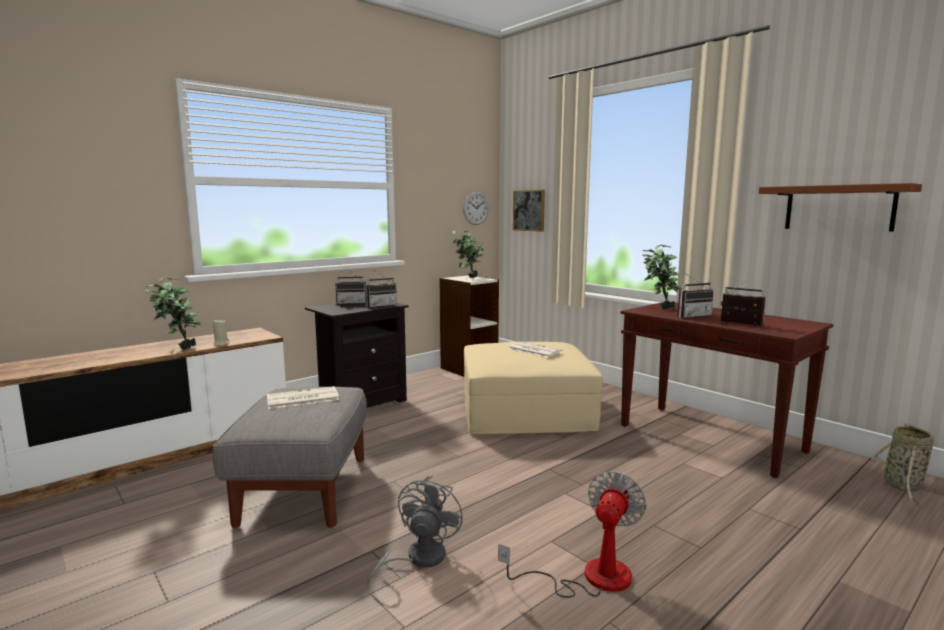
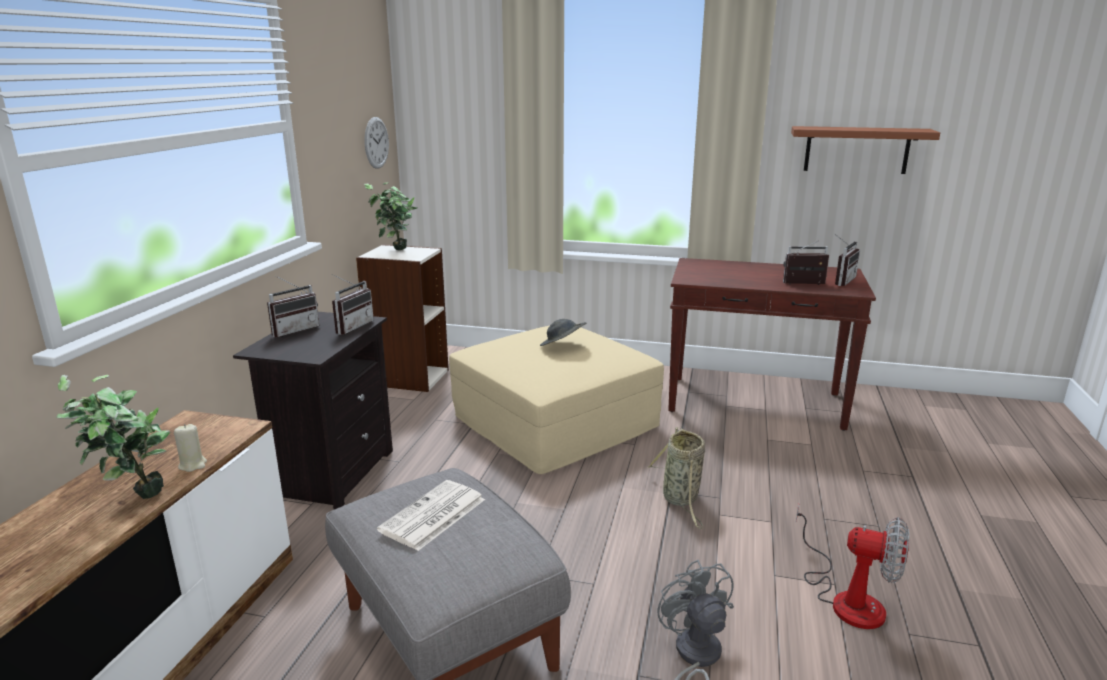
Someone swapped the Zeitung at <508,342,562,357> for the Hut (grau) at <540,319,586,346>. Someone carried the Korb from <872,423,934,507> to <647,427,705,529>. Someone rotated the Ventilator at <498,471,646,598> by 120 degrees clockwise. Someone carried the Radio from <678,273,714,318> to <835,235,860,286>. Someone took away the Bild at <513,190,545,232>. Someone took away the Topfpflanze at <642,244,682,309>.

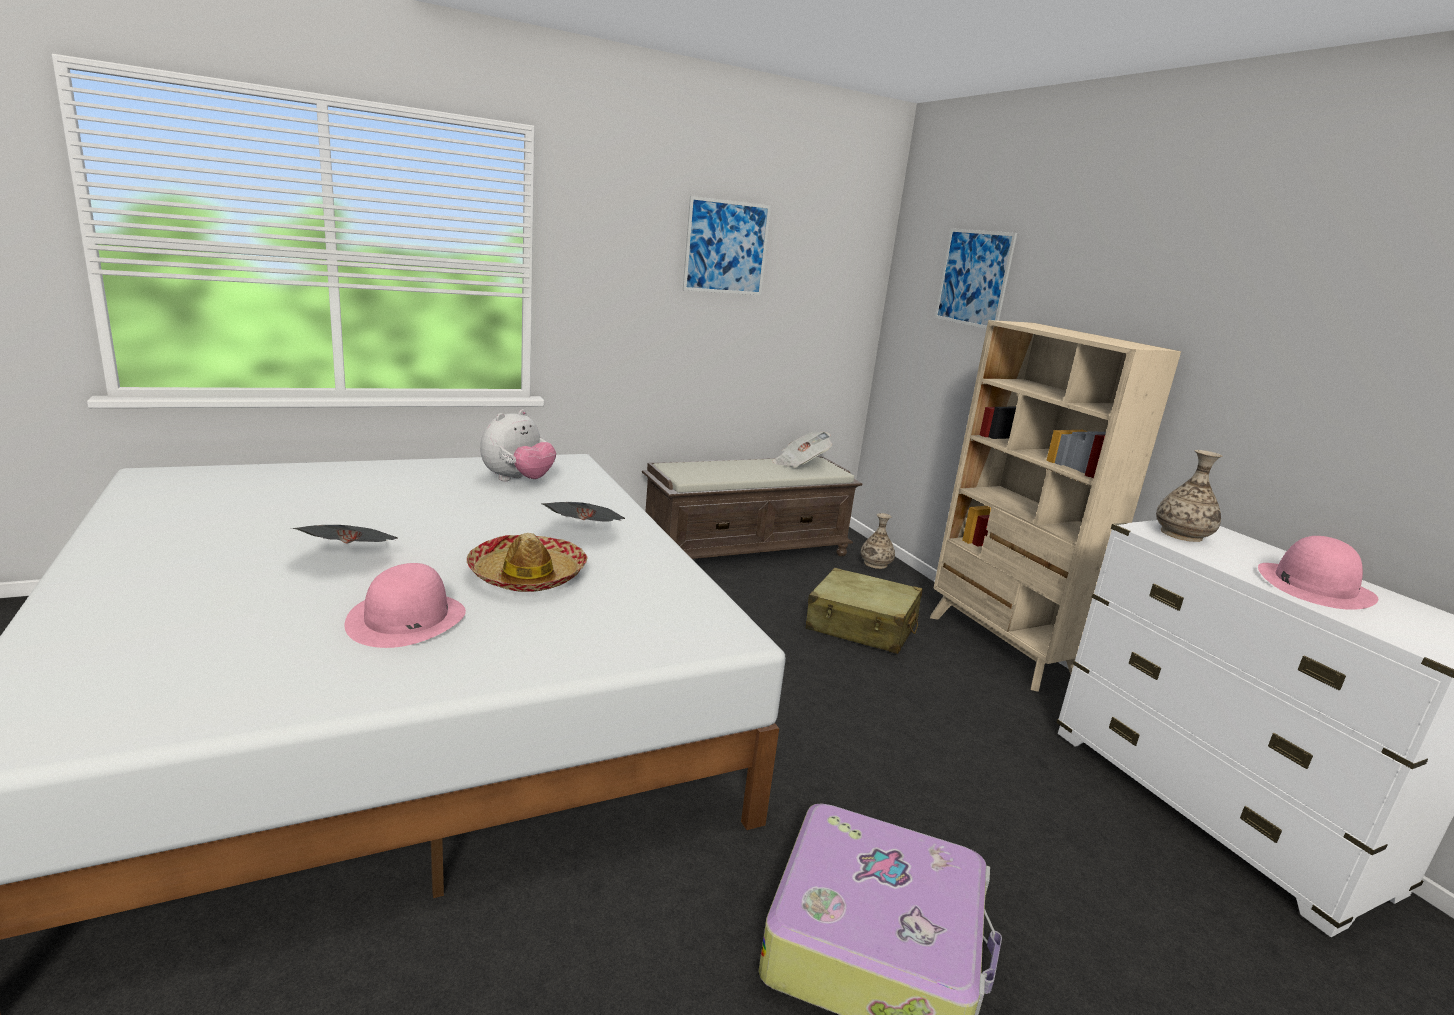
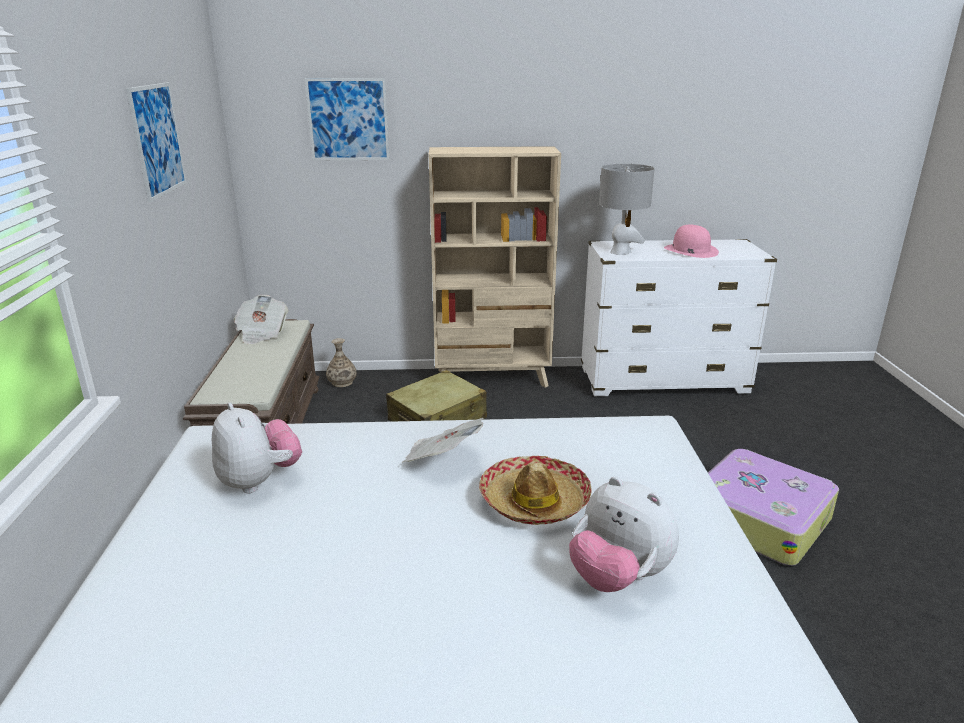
Someone swapped the Hut (rosa) at <345,563,466,648> for the Plüschtier at <569,477,679,592>. Someone swapped the Vase at <1156,450,1222,542> for the Tischlampe (grau) at <599,163,655,255>. Someone took away the Zeitung at <292,525,398,544>.

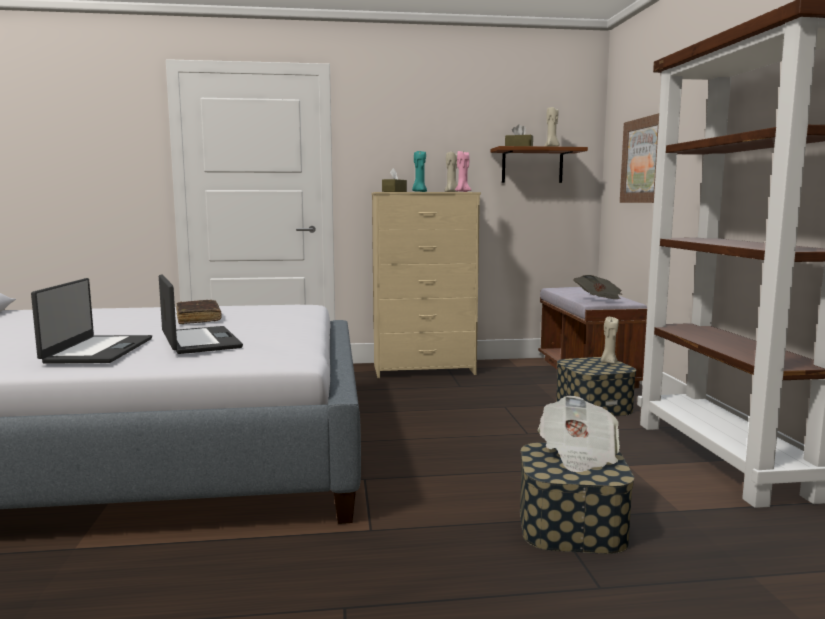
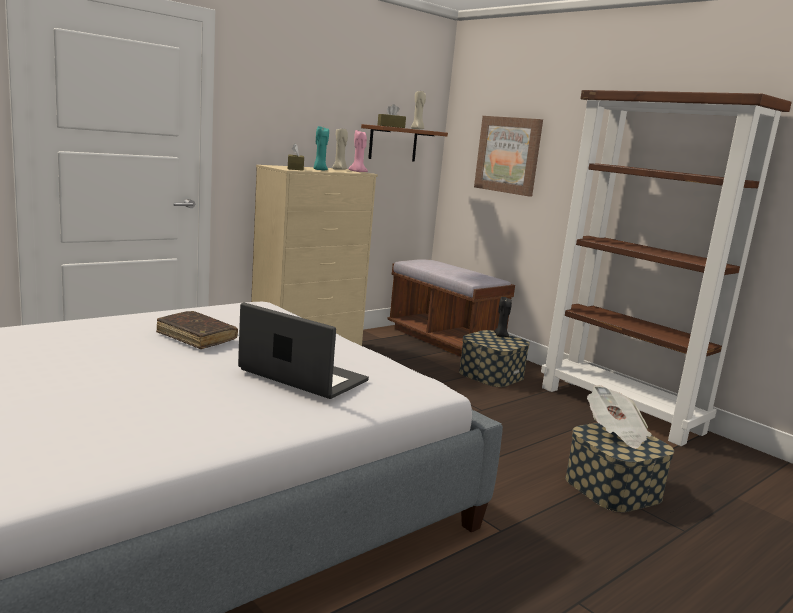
Someone repainted the Kerze (beige) at <601,317,619,364>, which became the Kerze (schwarz) at <494,297,512,337>. Someone took away the Laptop at <31,278,152,364>. Someone took away the Zeitung at <573,275,622,299>.

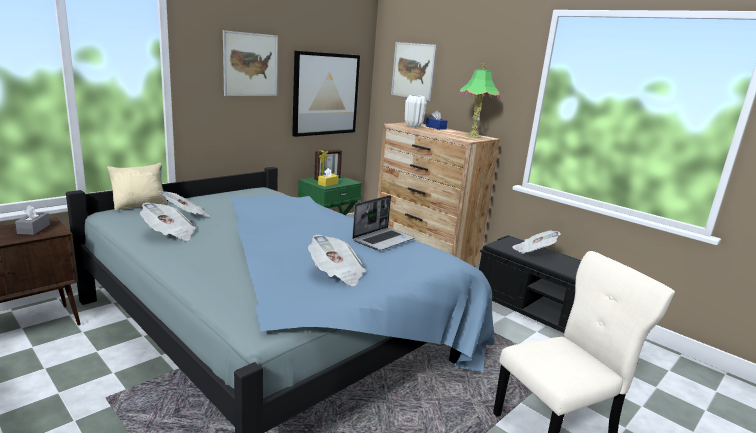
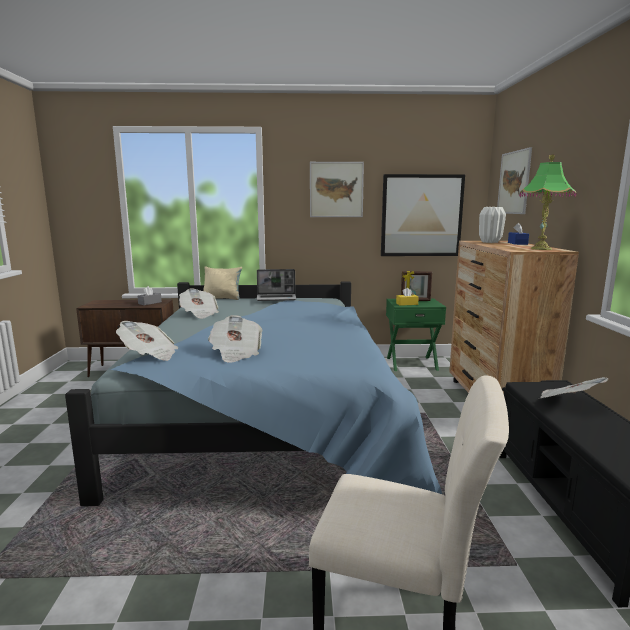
Someone carried the Zeitung from <159,191,211,217> to <116,321,178,361>. Someone carried the Laptop from <352,195,415,251> to <256,269,296,301>.

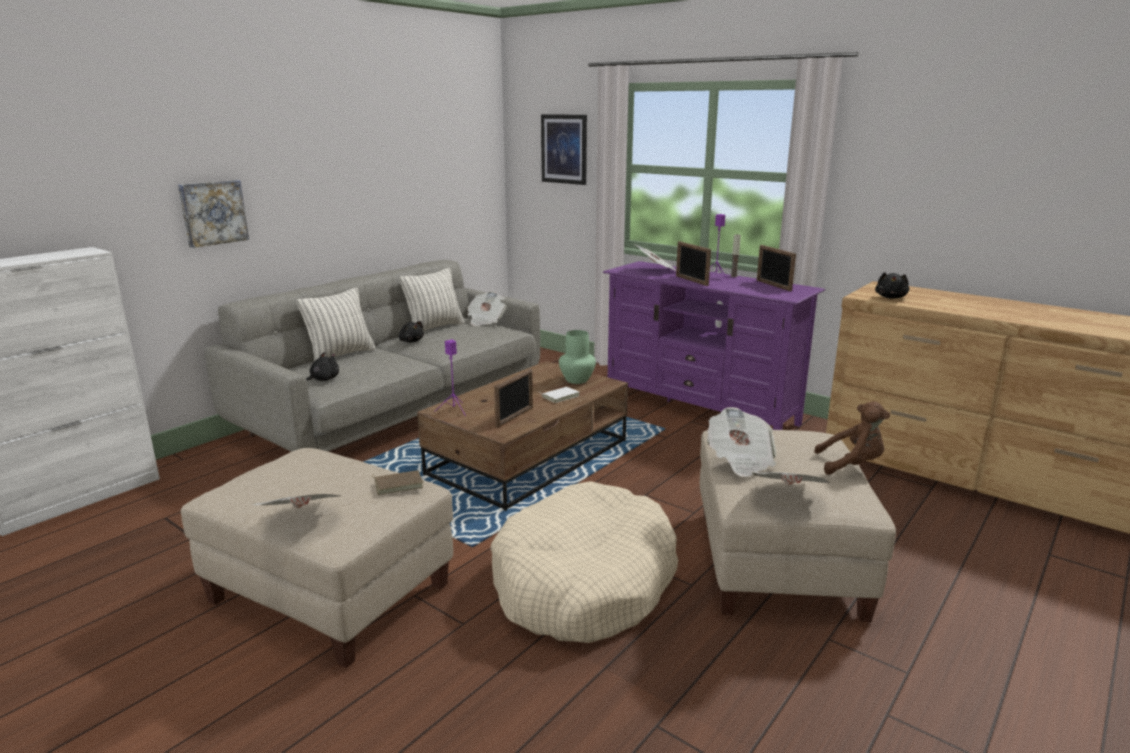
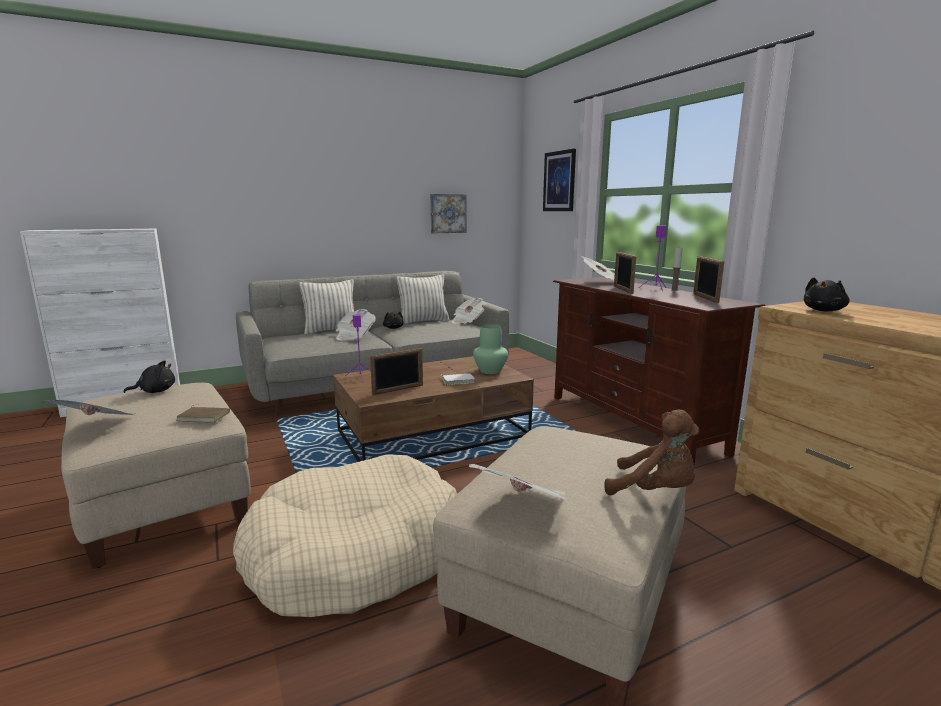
Someone carried the Plüschtier (schwarz) from <306,352,339,381> to <123,360,175,393>. Someone carried the Zeitung from <707,407,776,477> to <336,309,376,341>. Someone carried the Bild from <178,180,249,248> to <430,194,466,233>. Someone repainted the Fernsehschrank (lila) at <603,261,825,430>, which became the Fernsehschrank (braun) at <553,277,765,465>.

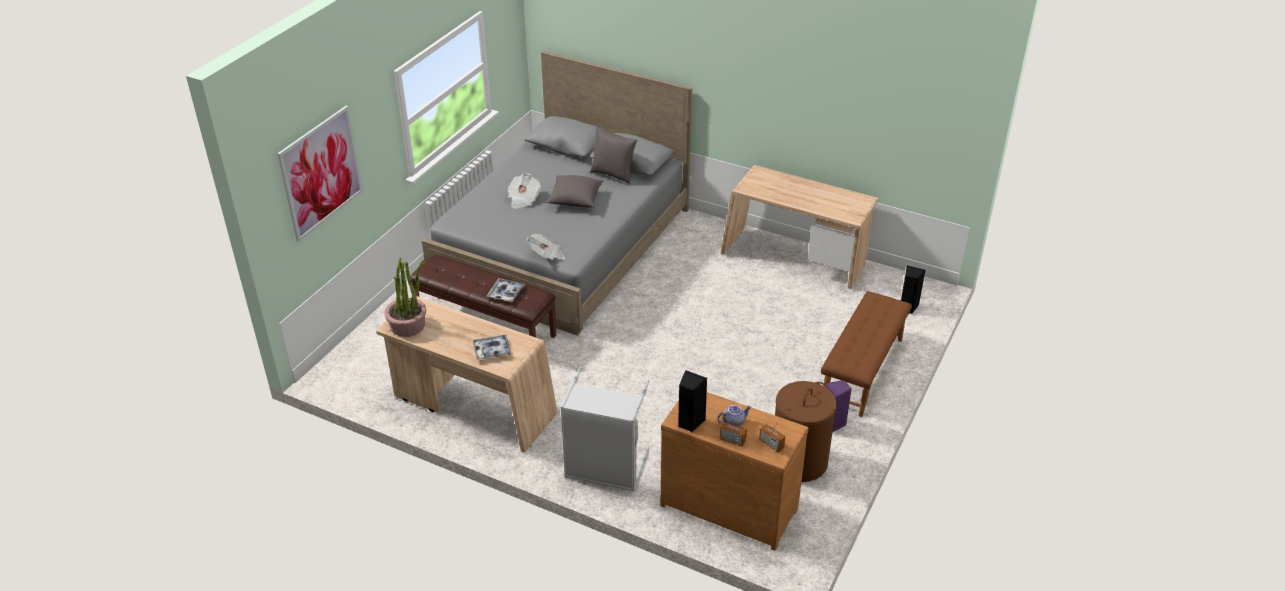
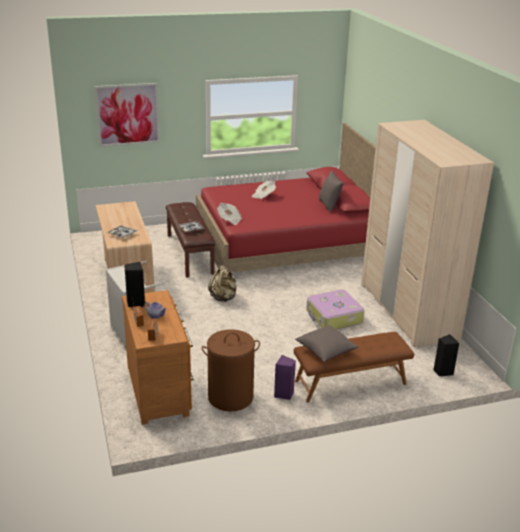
Someone repainted the Bett (grau) at <422,51,692,336>, which became the Bett (rot) at <196,123,376,273>. Someone put down the Rucksack (beige) at <208,265,237,302>. Someone carried the Kissen (grau) from <546,175,603,208> to <295,325,358,362>. Someone put down the Koffer at <306,290,365,329>. Someone swapped the Schreibtisch (beige) at <720,165,879,289> for the Kleiderschrank (beige) at <361,120,494,347>. Someone took away the Topfpflanze at <384,257,426,337>.

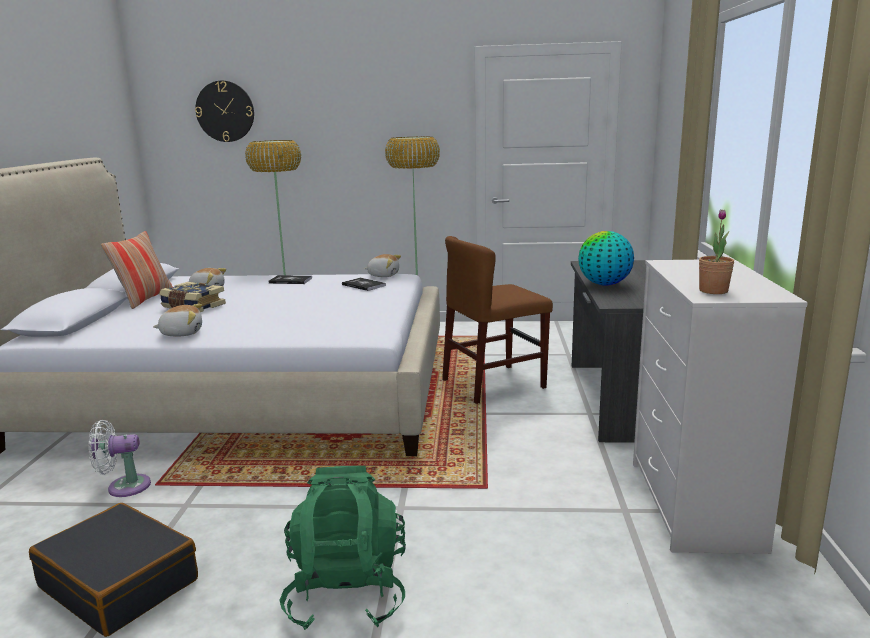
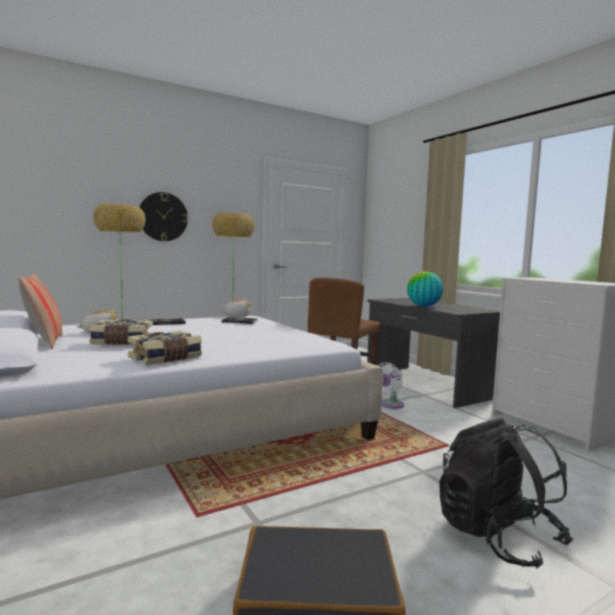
Someone swapped the Plüschtier at <153,304,202,336> for the Buch at <128,331,202,365>. Someone carried the Wanduhr from <195,81,254,142> to <140,192,188,241>. Someone carried the Ventilator (weiß) from <88,420,151,497> to <378,363,404,409>. Someone repainted the Rucksack (grün) at <279,466,406,630>, which became the Rucksack (schwarz) at <439,418,573,569>. Someone took away the Topfpflanze at <699,210,734,294>.

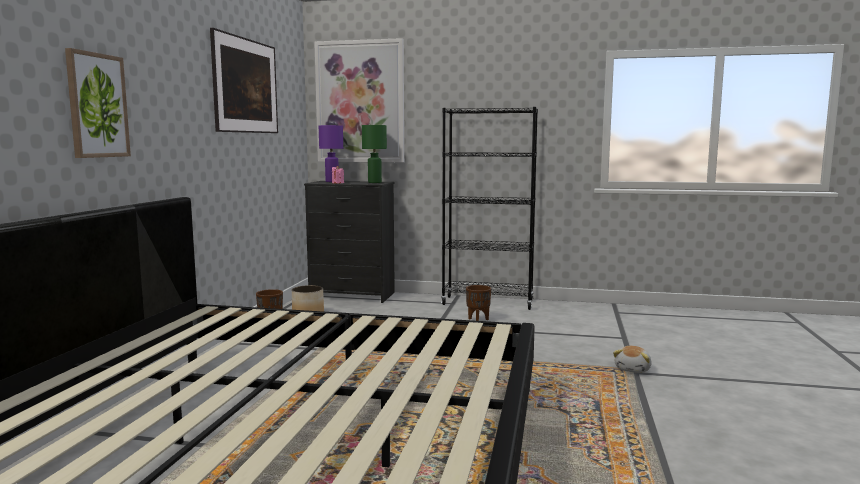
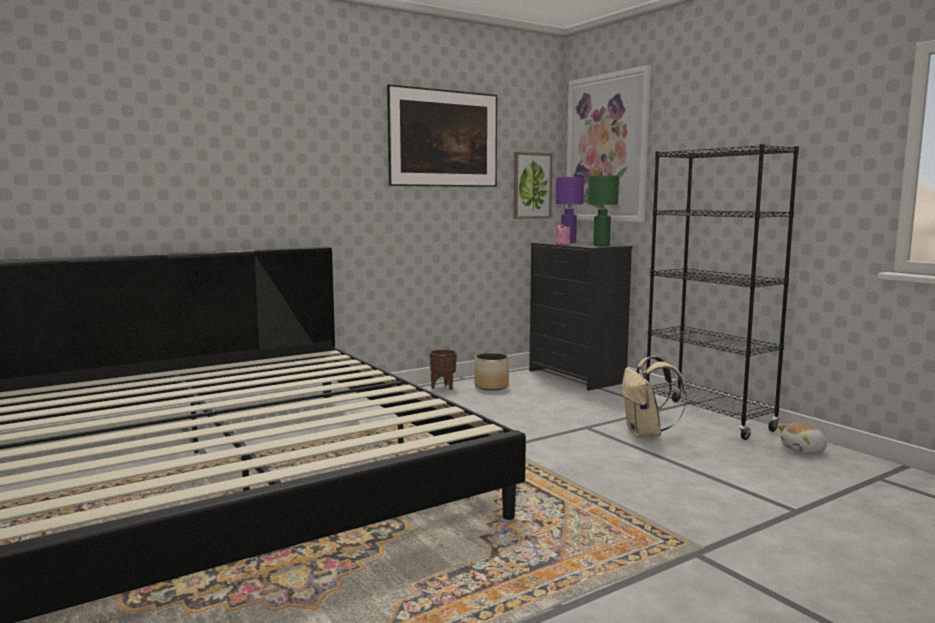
Someone carried the Bild from <65,48,131,158> to <513,152,553,219>. Someone swapped the Pflanzkübel (braun) at <466,285,491,321> for the Rucksack (beige) at <621,356,687,438>. Someone carried the Plüschtier from <613,346,652,373> to <777,423,827,454>.

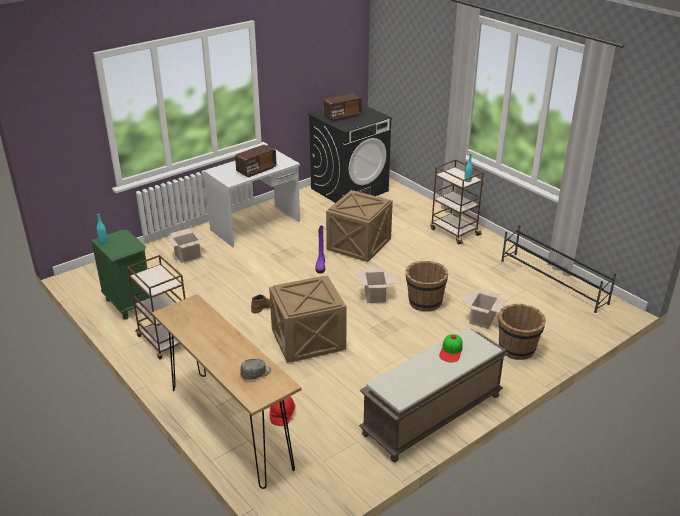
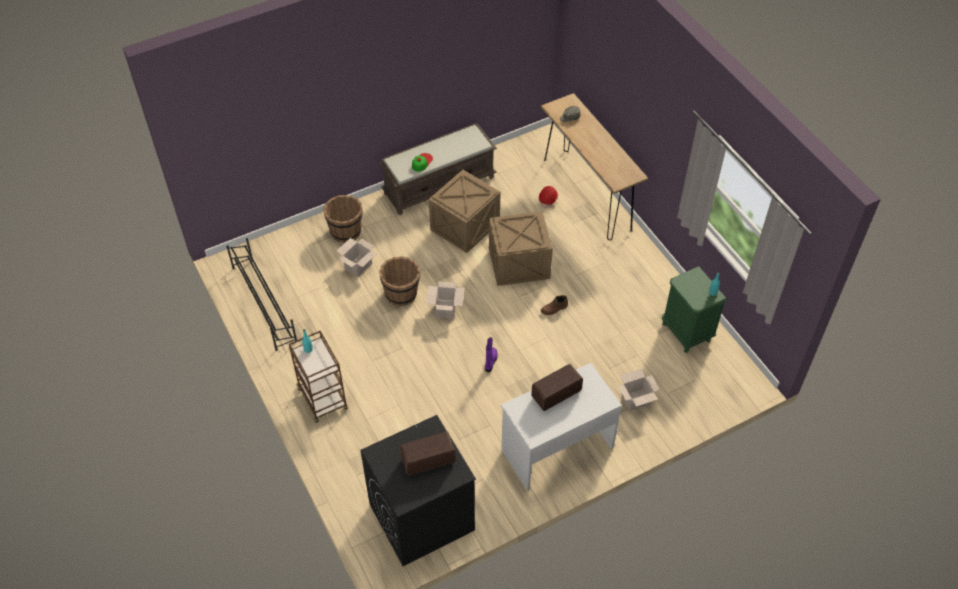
Someone carried the Kiste from <326,190,393,262> to <429,170,501,253>. Someone took away the Rollwagen (braun) at <127,255,186,360>.

